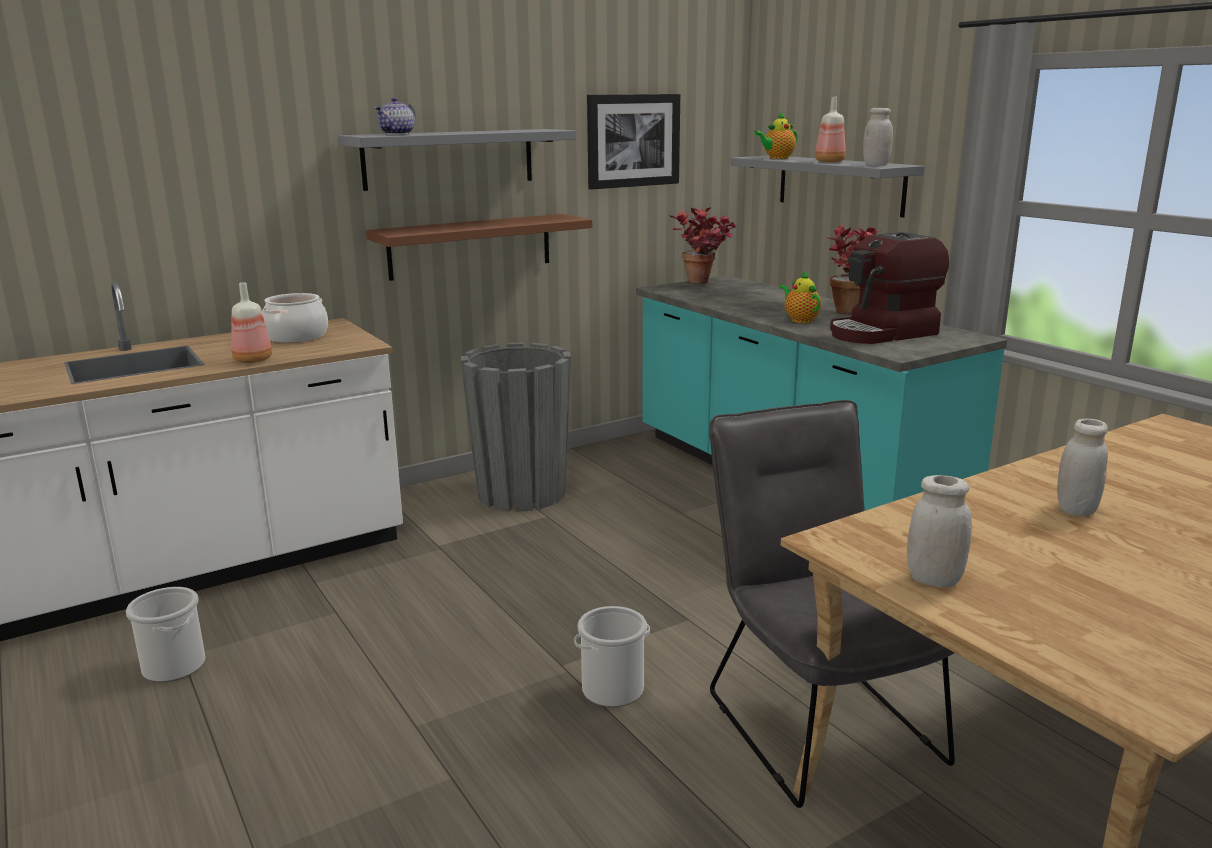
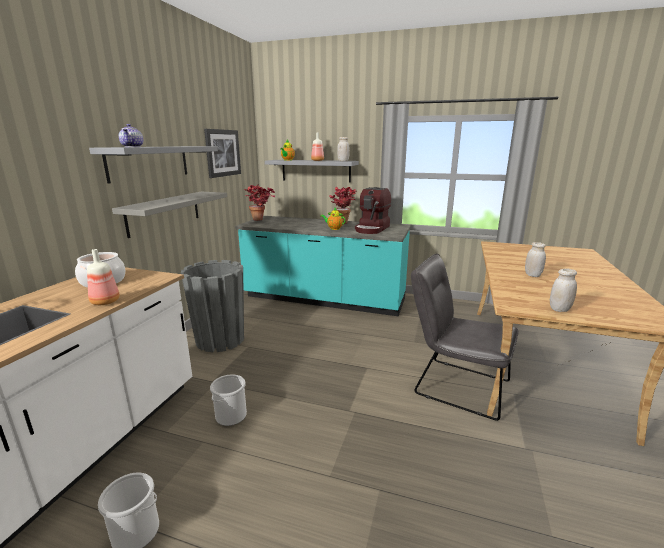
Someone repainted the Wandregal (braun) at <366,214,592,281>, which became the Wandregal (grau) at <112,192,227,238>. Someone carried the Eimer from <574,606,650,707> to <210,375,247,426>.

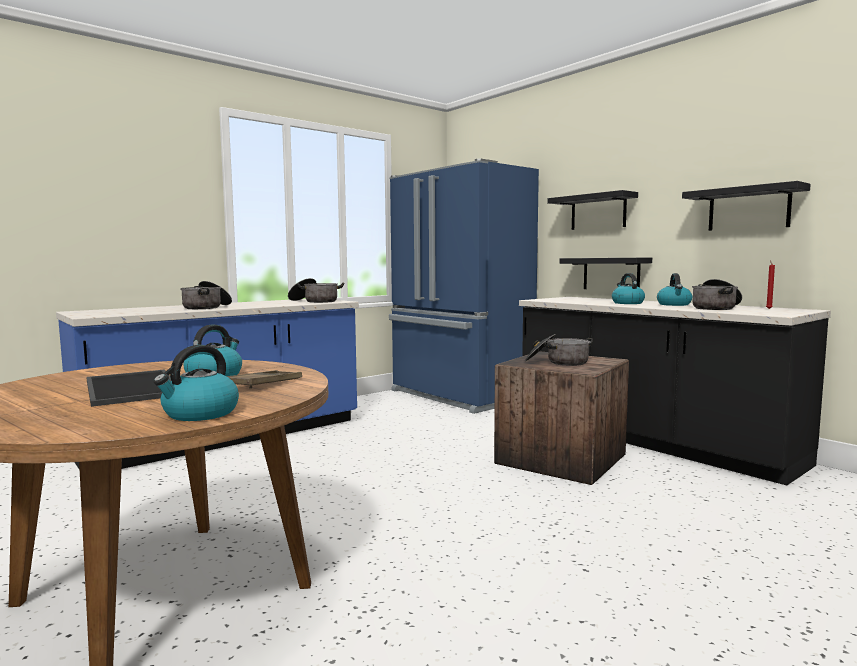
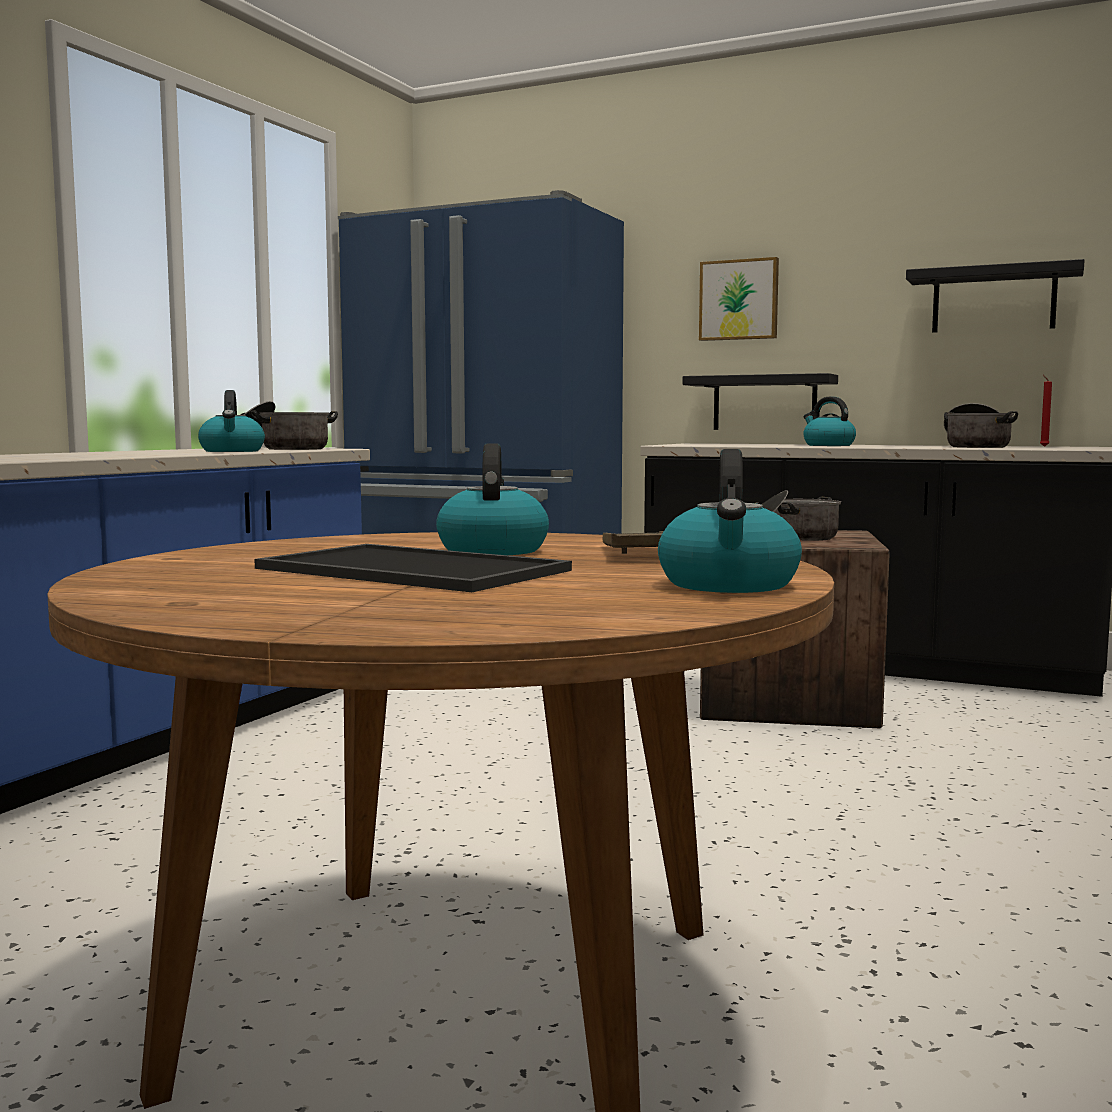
Someone carried the Wasserkessel from <657,273,692,306> to <198,390,265,452>. Someone swapped the Wandregal (schwarz) at <547,190,638,230> for the Bild at <699,257,779,341>. Someone took away the Kochtopf at <180,281,232,309>.

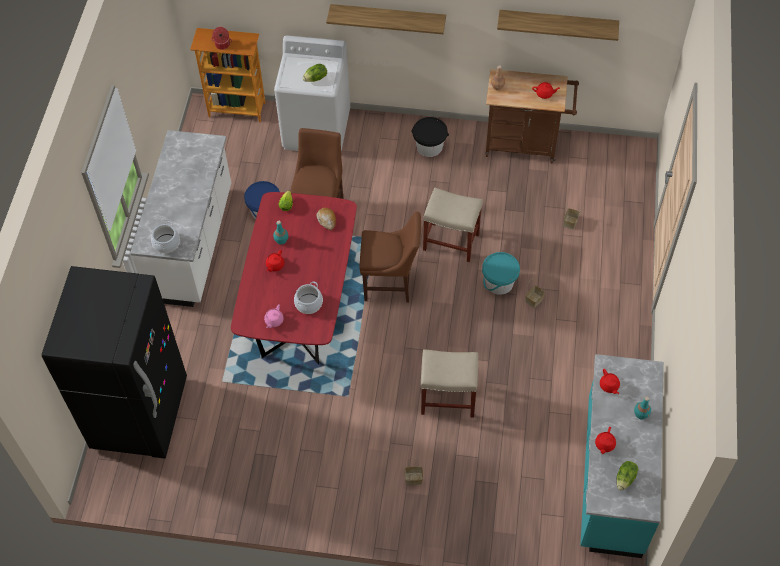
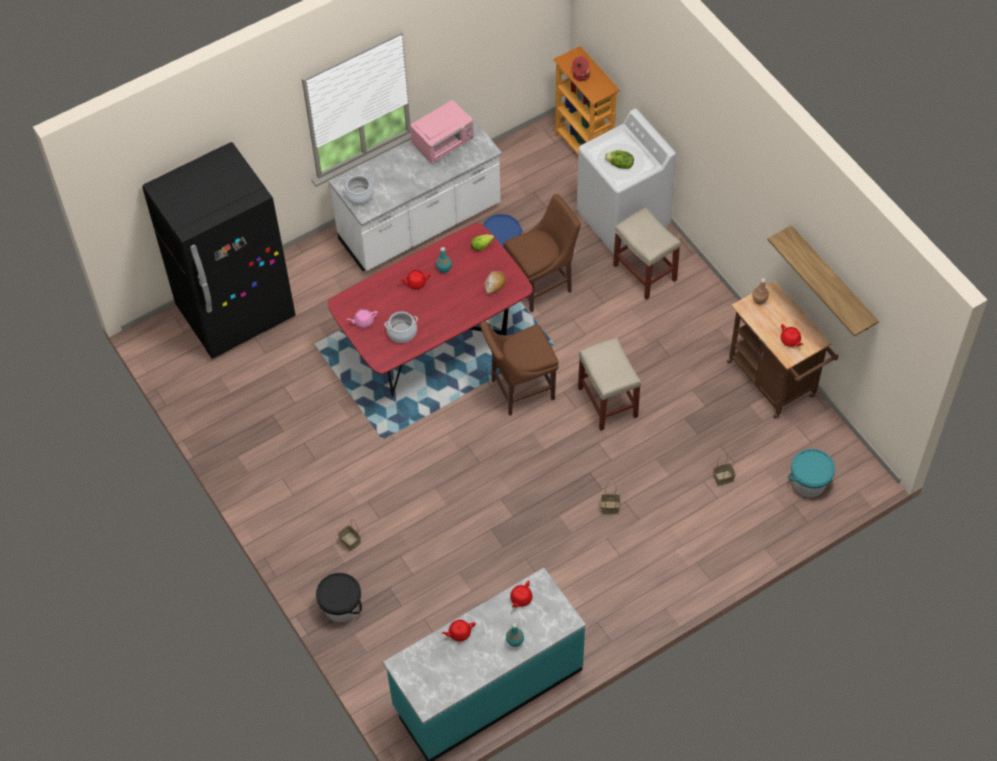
Someone carried the Eimer (schwarz) from <412,117,449,157> to <316,573,362,622>. Someone put down the Mikrowelle (rosa) at <410,100,474,163>. Someone rotated the Stuhl (braun) at <359,212,421,303> by 105 degrees clockwise. Someone carried the Hocker (beige) from <421,349,478,418> to <613,207,681,300>. Someone carried the Eimer (türkis) from <482,252,520,295> to <788,449,835,497>. Someone took away the Wandregal at <326,4,446,34>. Someone took away the Salatkopf at <617,461,638,491>.

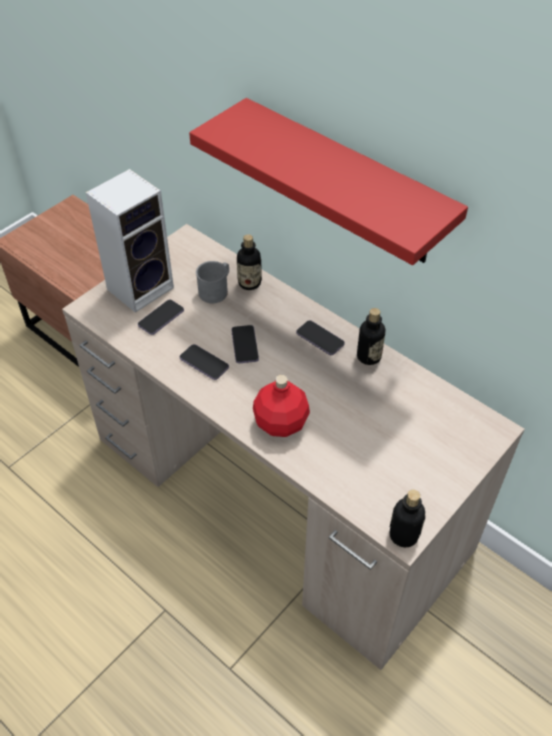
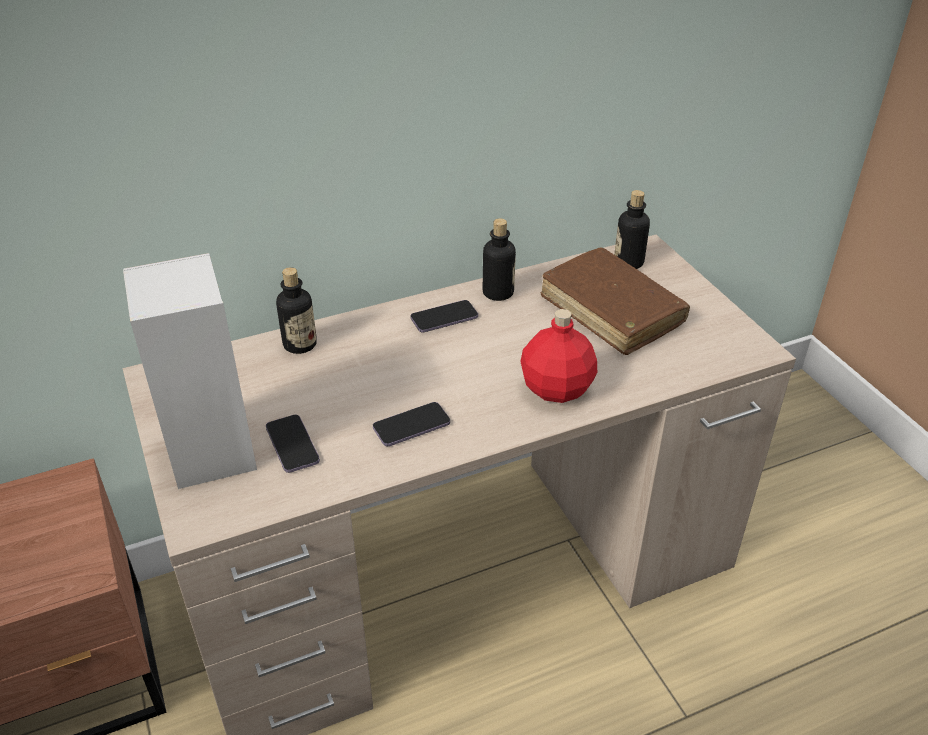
Someone put down the Buch (braun) at <541,248,690,355>. Someone carried the Flasche from <390,490,425,547> to <614,190,650,269>. Someone took away the Wandregal (rot) at <189,98,468,265>. Someone took away the Henkelbecher (grau) at <196,261,229,303>. Someone took away the Handy at <231,325,259,363>.

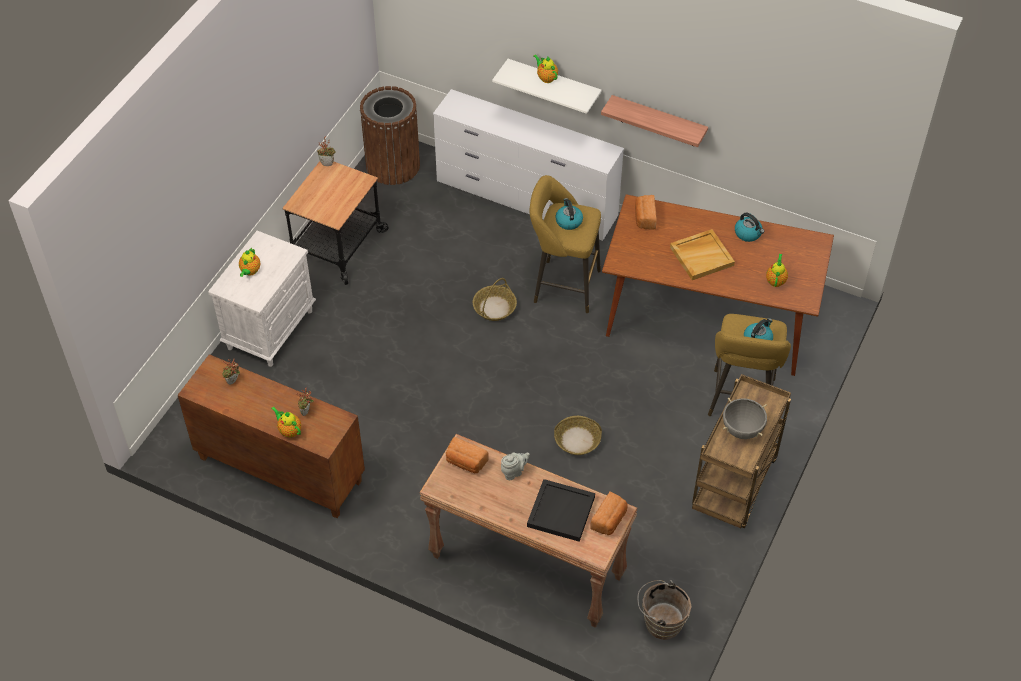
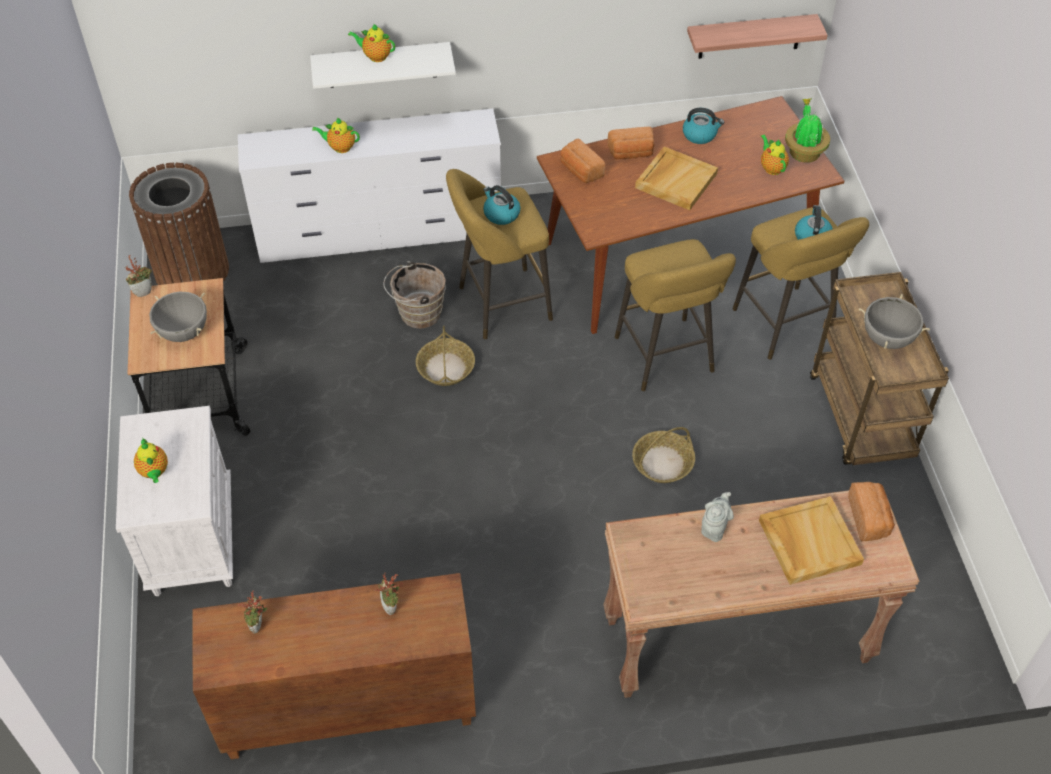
Someone put down the Kochtopf (grau) at <149,291,207,342>. Someone carried the Teekanne from <271,406,301,438> to <312,118,360,153>. Someone carried the Eimer (braun) from <638,580,691,640> to <383,261,446,329>. Someone carried the Brot from <446,437,489,473> to <607,127,655,159>. Someone put down the Hocker (gelb) at <615,239,736,391>. Someone carried the Wandregal from <601,95,708,147> to <687,14,828,59>. Someone repainted the Tablett (schwarz) at <527,479,595,542>, which became the Tablett (beige) at <759,496,864,585>. Someone put down the Topfpflanze at <785,98,830,163>.

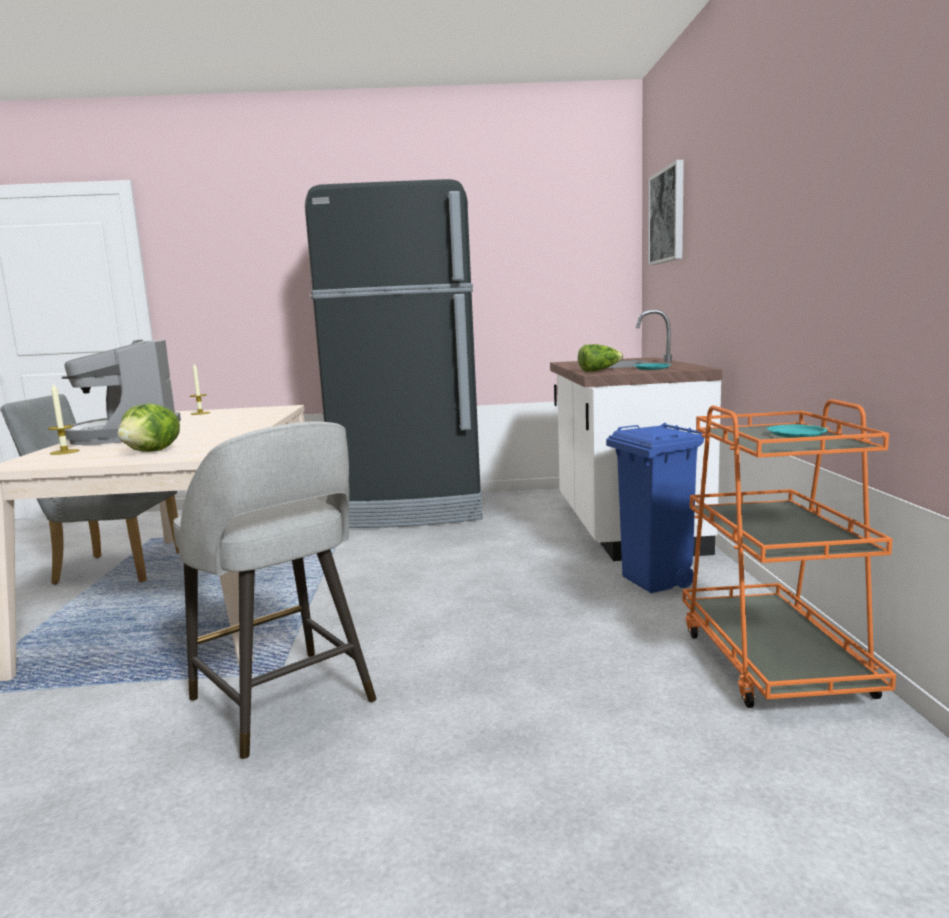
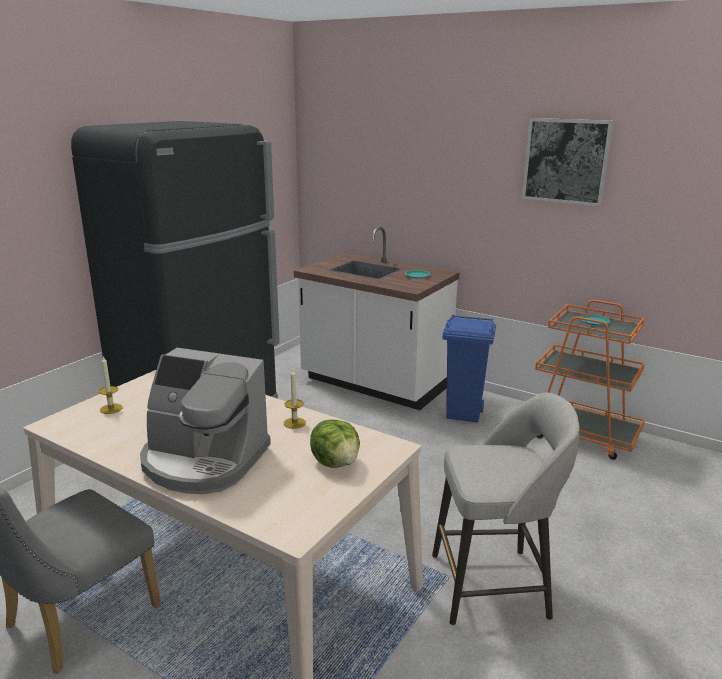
Someone carried the Kerze from <48,383,79,455> to <284,369,306,429>. Someone carried the Bild from <648,160,684,265> to <522,118,614,206>. Someone took away the Salatkopf at <578,344,624,372>.

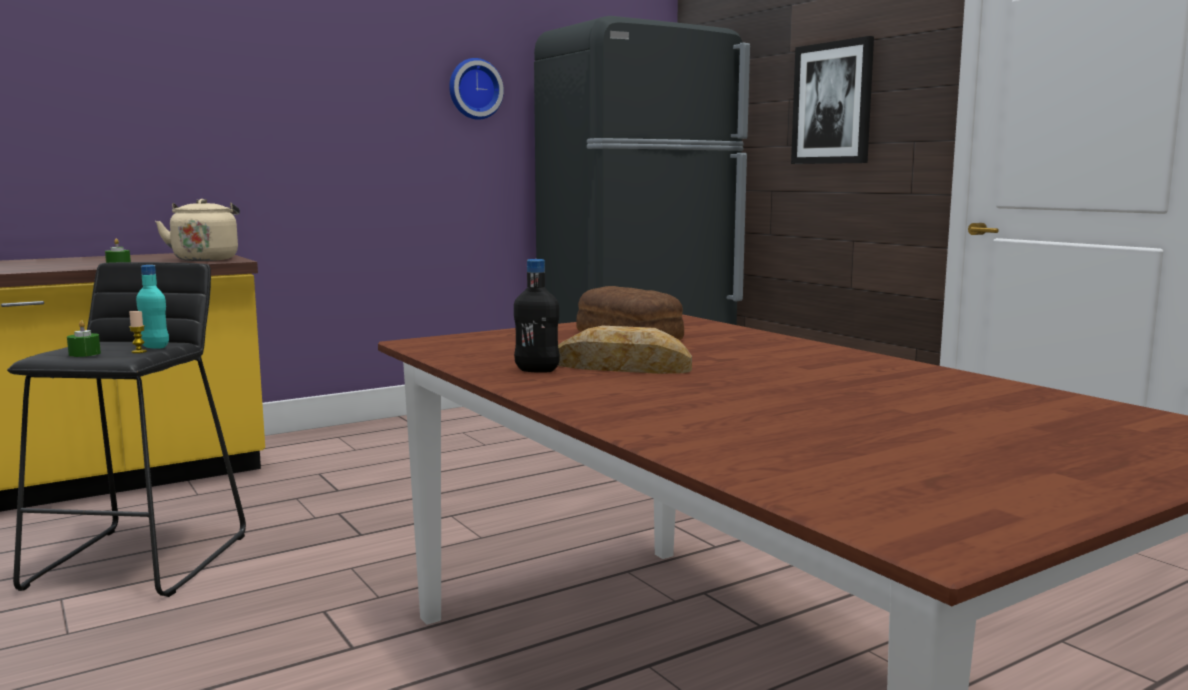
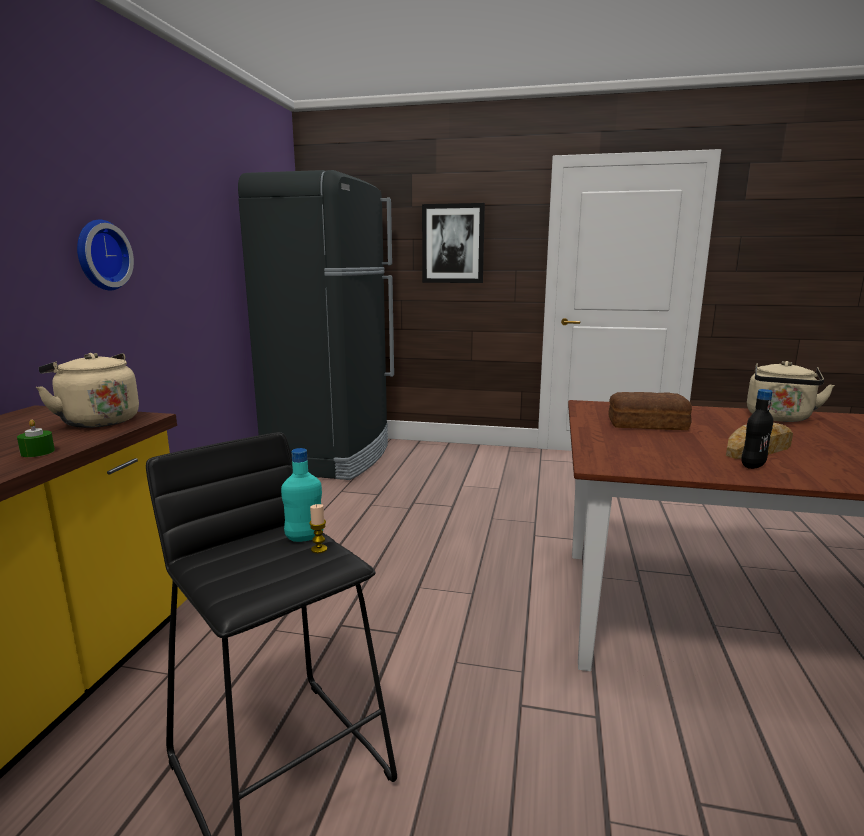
Someone carried the Wanduhr from <449,58,504,120> to <77,219,134,290>. Someone put down the Wasserkessel (beige) at <747,361,835,422>. Someone took away the Kerze (grün) at <67,320,101,357>.

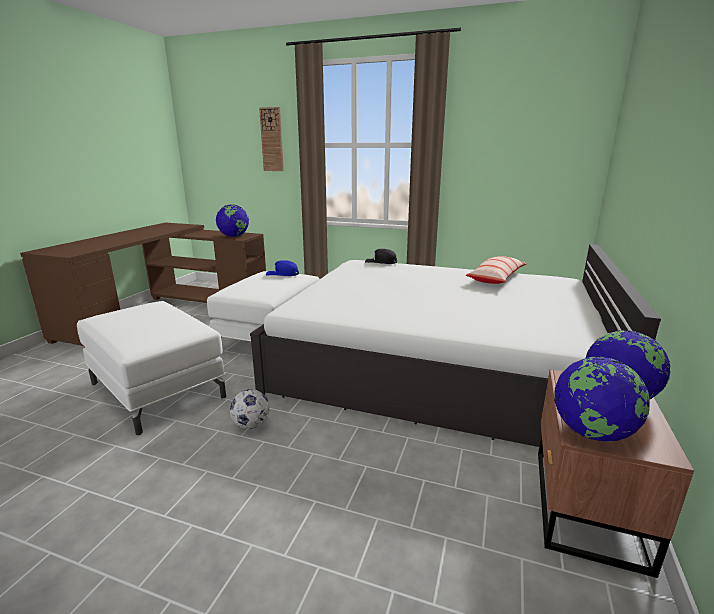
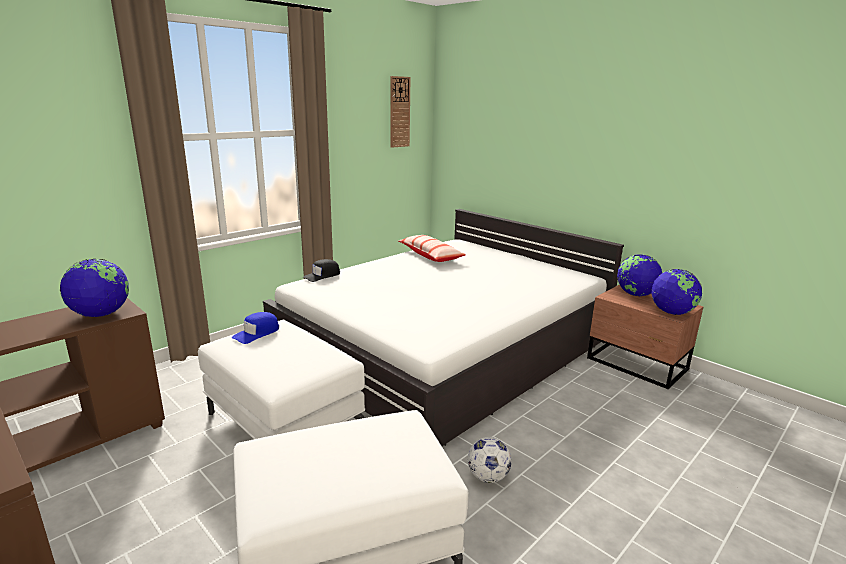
Someone carried the Wanduhr from <259,107,284,171> to <390,76,410,148>.

